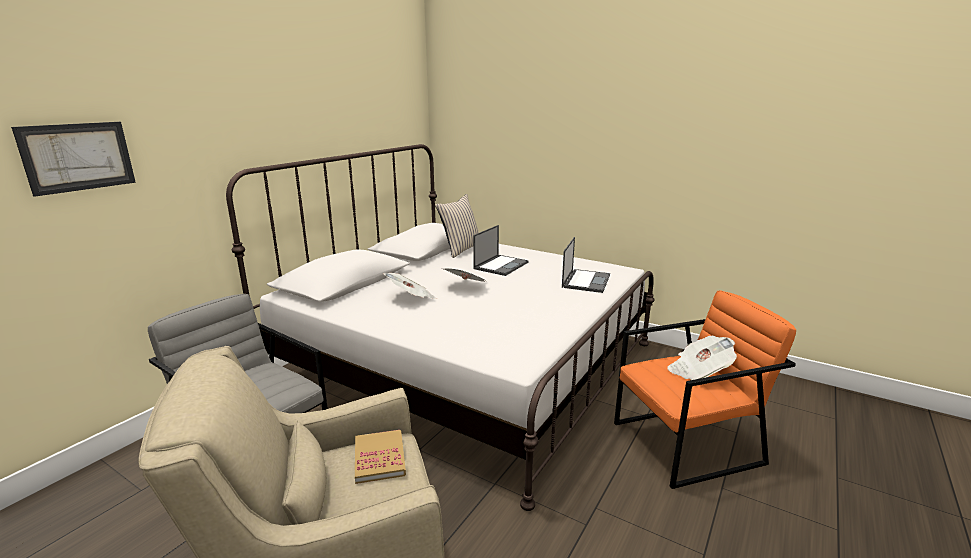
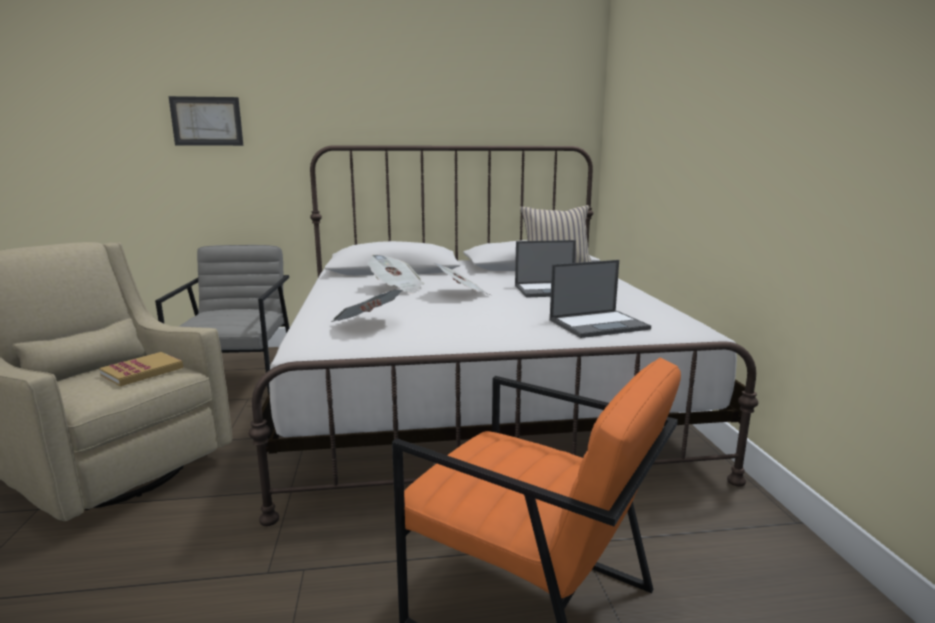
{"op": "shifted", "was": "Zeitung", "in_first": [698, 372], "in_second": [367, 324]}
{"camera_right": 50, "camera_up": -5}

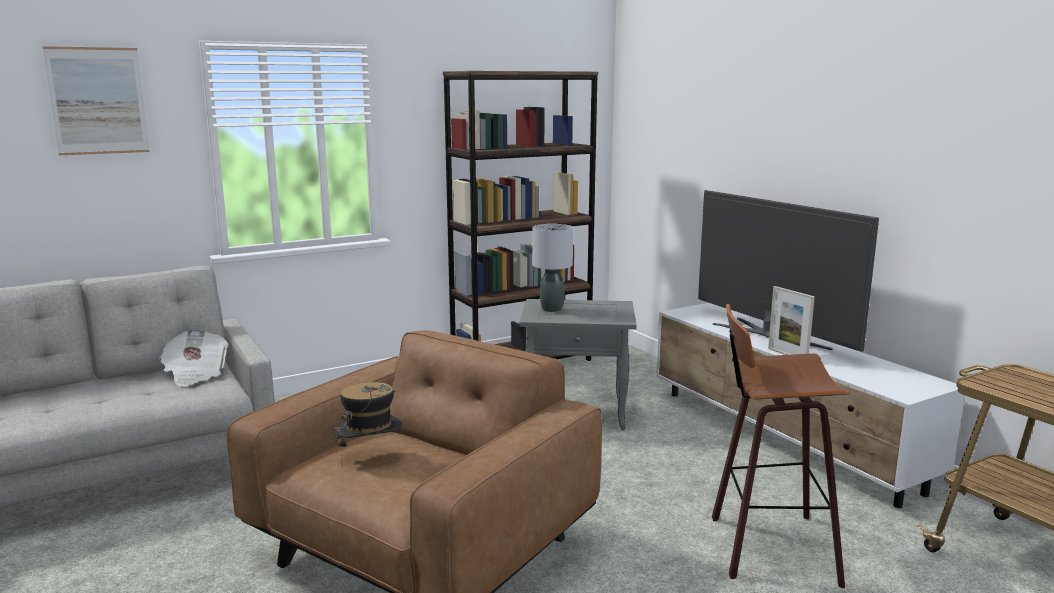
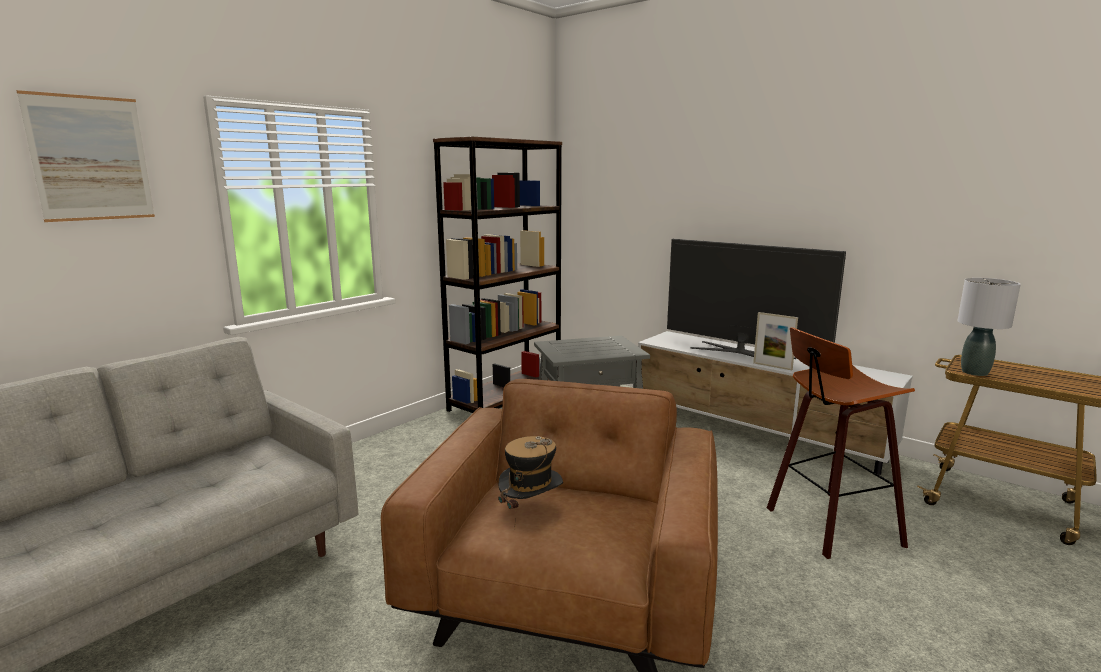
{"op": "gone", "was": "Zeitung", "in_first": [195, 374]}
{"op": "shifted", "was": "Tischlampe/grau", "in_first": [552, 309], "in_second": [975, 372]}
{"camera_right": -20, "camera_up": 0}

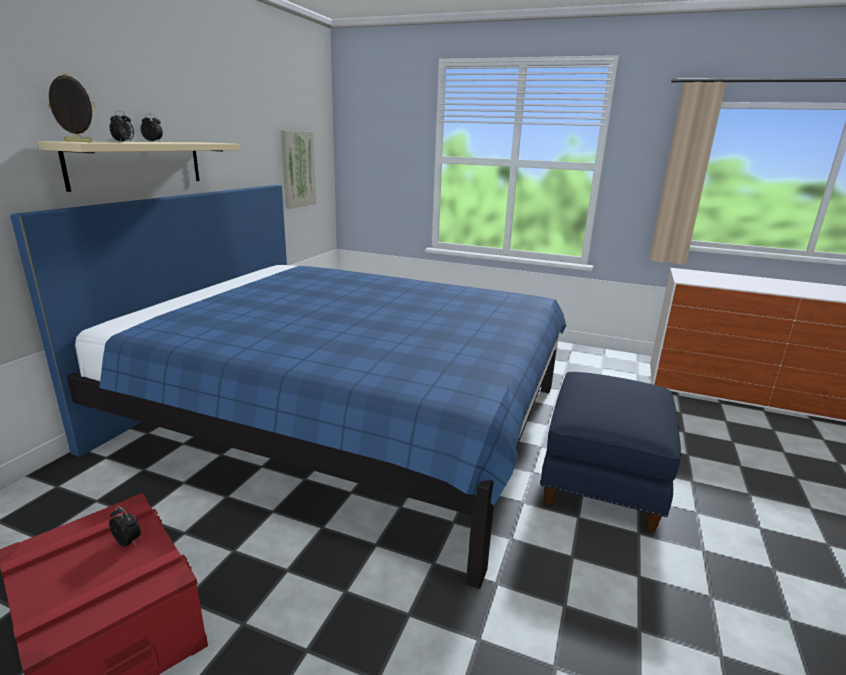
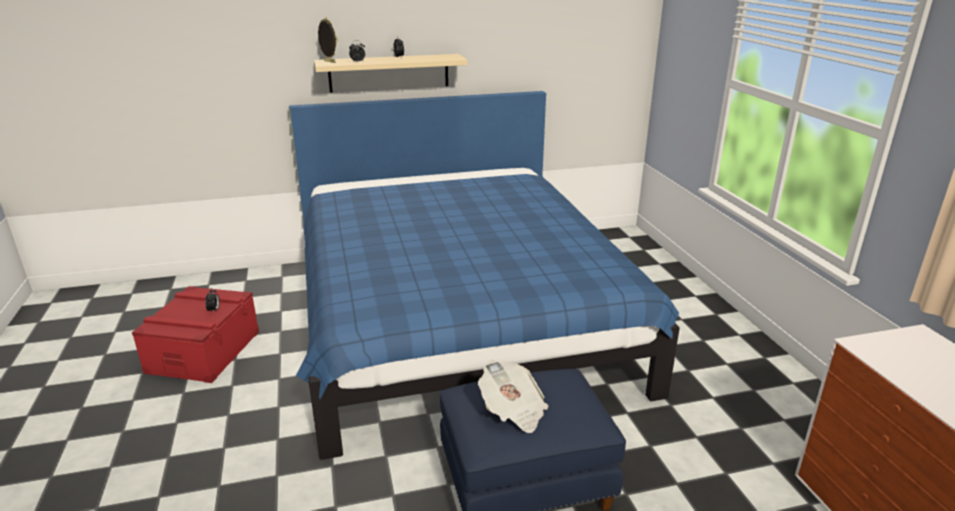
{"op": "gone", "was": "Bild", "in_first": [297, 169]}
{"op": "new", "now": "Zeitung", "in_second": [513, 411]}
{"camera_right": 55, "camera_up": 5}

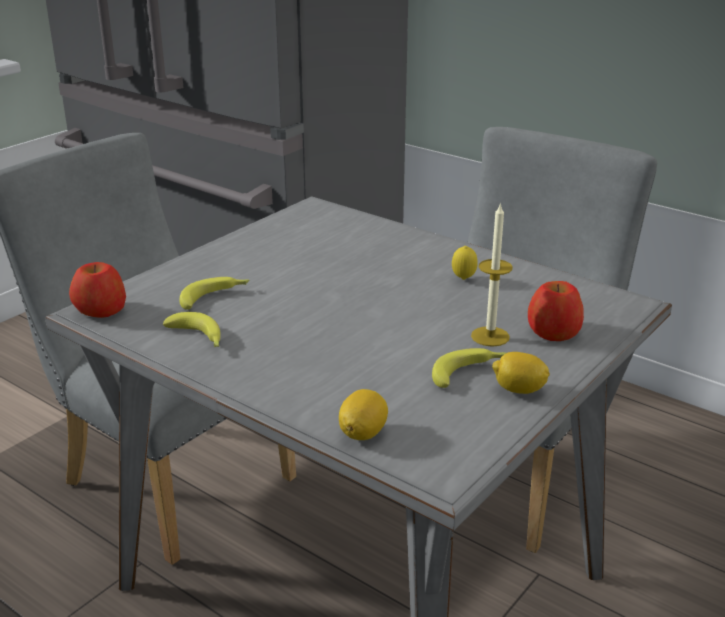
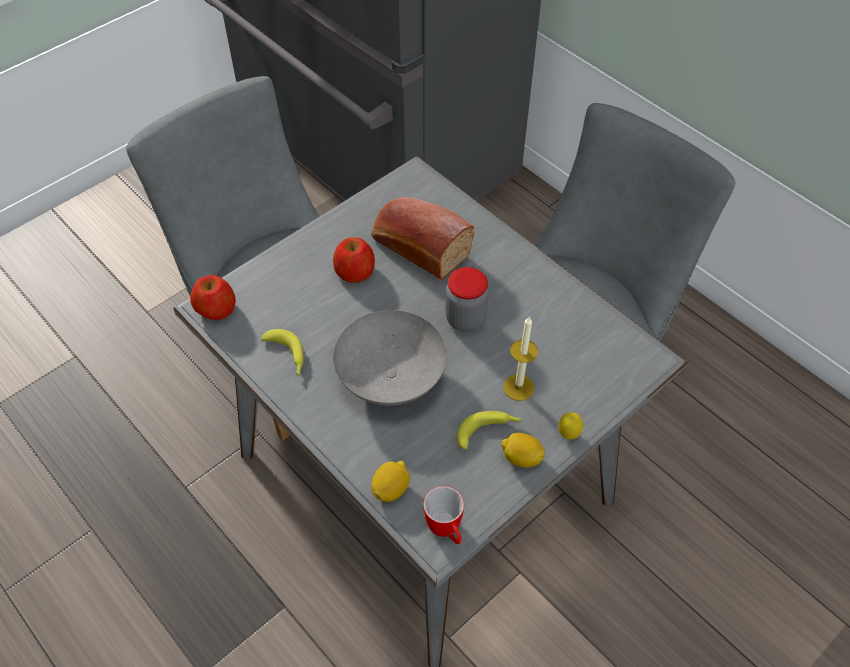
{"op": "gone", "was": "Banane", "in_first": [215, 297]}
{"op": "new", "now": "Schüssel/grau", "in_second": [389, 379]}
{"op": "new", "now": "Brot", "in_second": [418, 246]}
{"op": "new", "now": "Henkelbecher", "in_second": [446, 532]}
{"op": "new", "now": "Vorratsglas", "in_second": [465, 319]}
{"op": "shifted", "was": "Zitrone", "in_first": [463, 279], "in_second": [568, 435]}
{"op": "shifted", "was": "Apfel", "in_first": [554, 331], "in_second": [355, 271]}
{"camera_right": 10, "camera_up": 25}

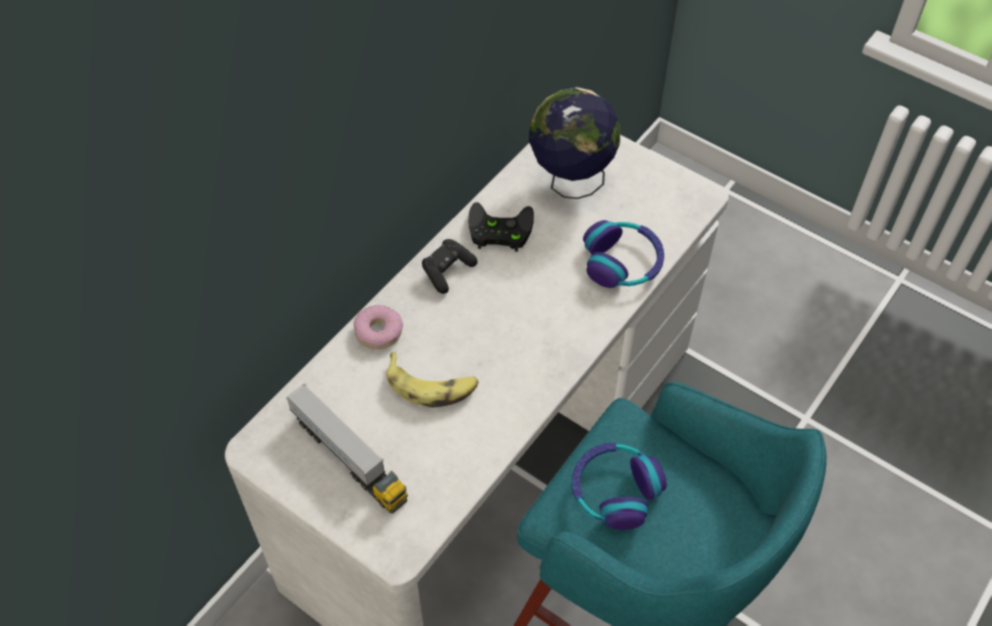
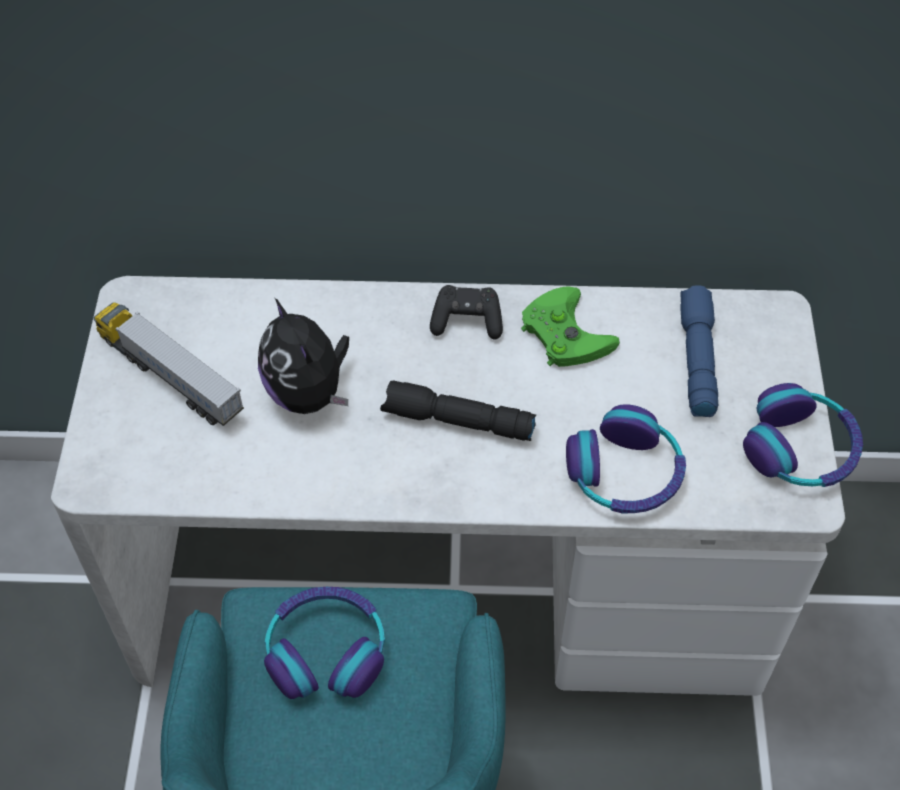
{"op": "gone", "was": "Donut", "in_first": [379, 331]}
{"op": "new", "now": "Taschenlampe/schwarz", "in_second": [456, 422]}
{"op": "new", "now": "Kopfhörer", "in_second": [800, 449]}
{"op": "swapped", "was": "Banane", "now": "Plüschtier", "in_first": [432, 385], "in_second": [309, 393]}
{"op": "swapped", "was": "Globus", "now": "Taschenlampe/blau", "in_first": [570, 182], "in_second": [695, 358]}
{"op": "repainted", "was": "Gamepad/schwarz", "now": "Gamepad/grün", "in_first": [497, 231], "in_second": [562, 332]}
{"op": "rotated", "was": "Spielzeuglaster", "in_first": [349, 458], "in_second": [170, 377], "clockwise": 120}
{"camera_right": 55, "camera_up": 0}

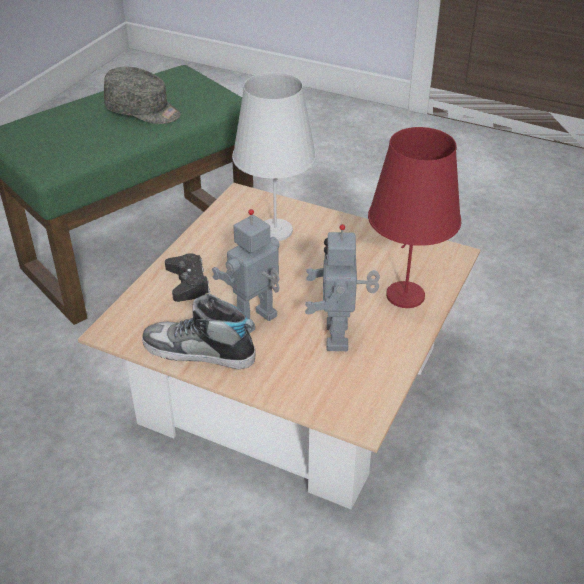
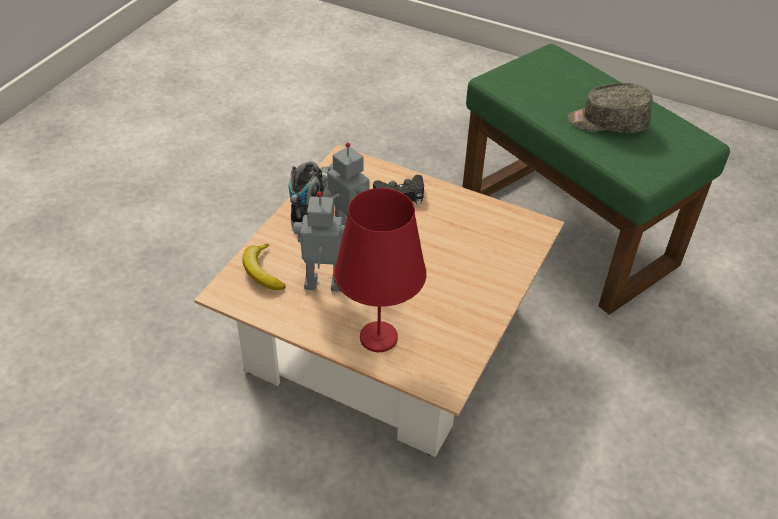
{"op": "gone", "was": "Tischlampe/weiß", "in_first": [275, 230]}
{"op": "new", "now": "Banane", "in_second": [262, 272]}
{"op": "rotated", "was": "Kappe/grau", "in_first": [143, 111], "in_second": [607, 122], "clockwise": 75}
{"camera_right": 90, "camera_up": 5}

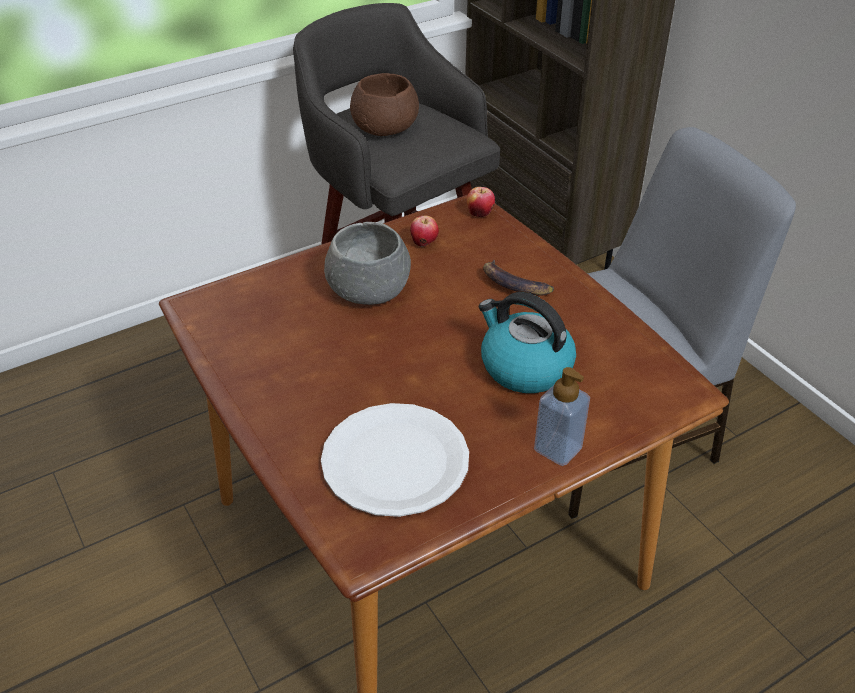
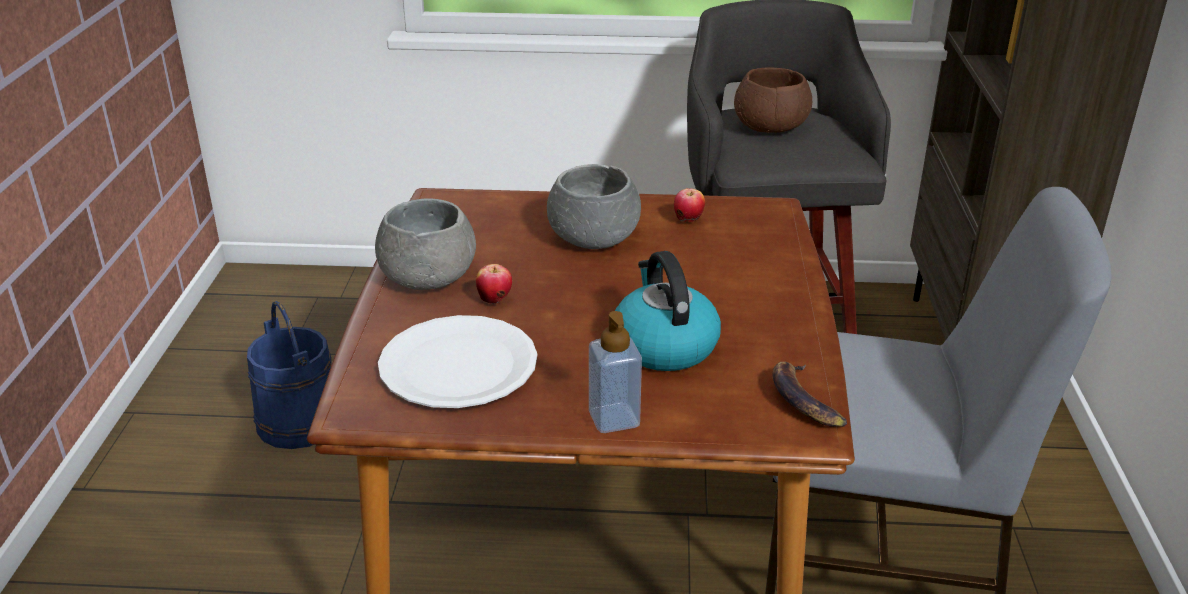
{"op": "new", "now": "Eimer/blau", "in_second": [299, 421]}
{"op": "new", "now": "Schüssel/grau", "in_second": [427, 276]}
{"op": "shifted", "was": "Apfel", "in_first": [480, 214], "in_second": [495, 300]}
{"op": "shifted", "was": "Banane", "in_first": [513, 284], "in_second": [803, 400]}
{"camera_right": 35, "camera_up": -10}

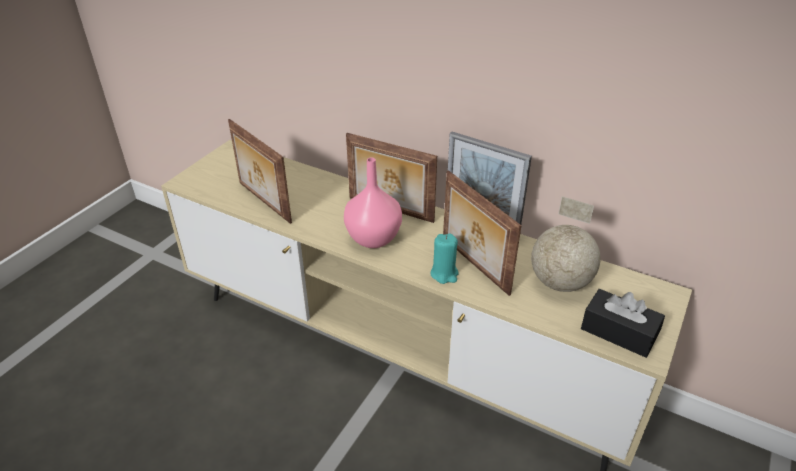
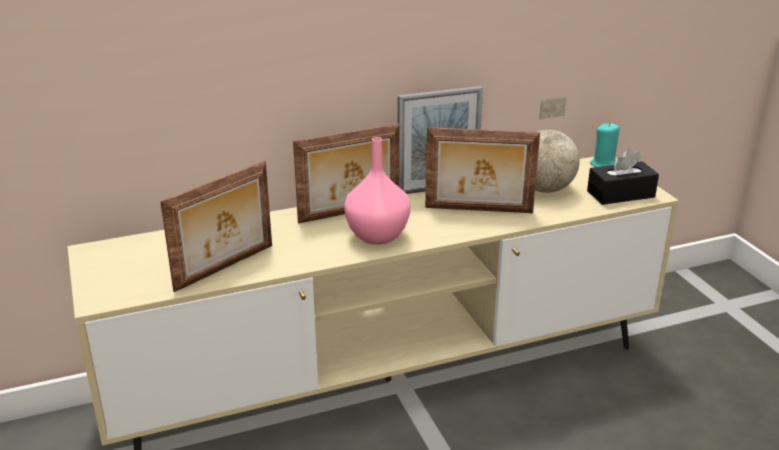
{"op": "shifted", "was": "Kerze/türkis", "in_first": [444, 274], "in_second": [604, 164]}
{"op": "rotated", "was": "Bilderrahmen", "in_first": [263, 202], "in_second": [226, 268], "clockwise": -45}
{"camera_right": -50, "camera_up": -10}

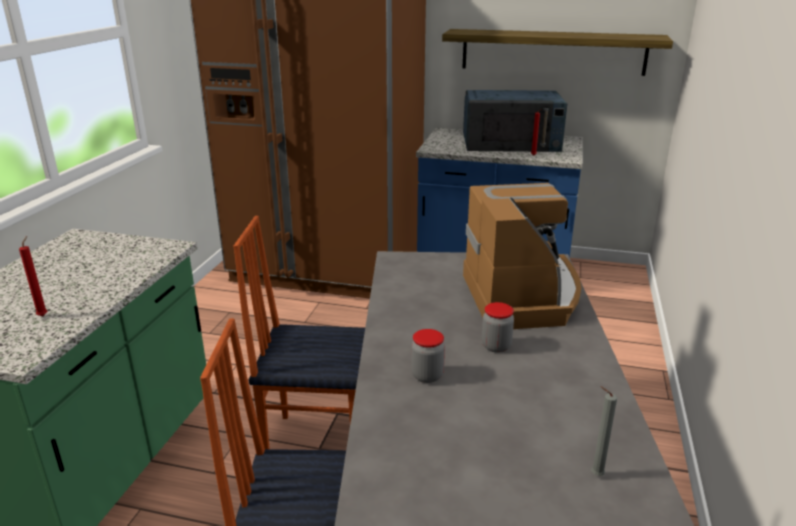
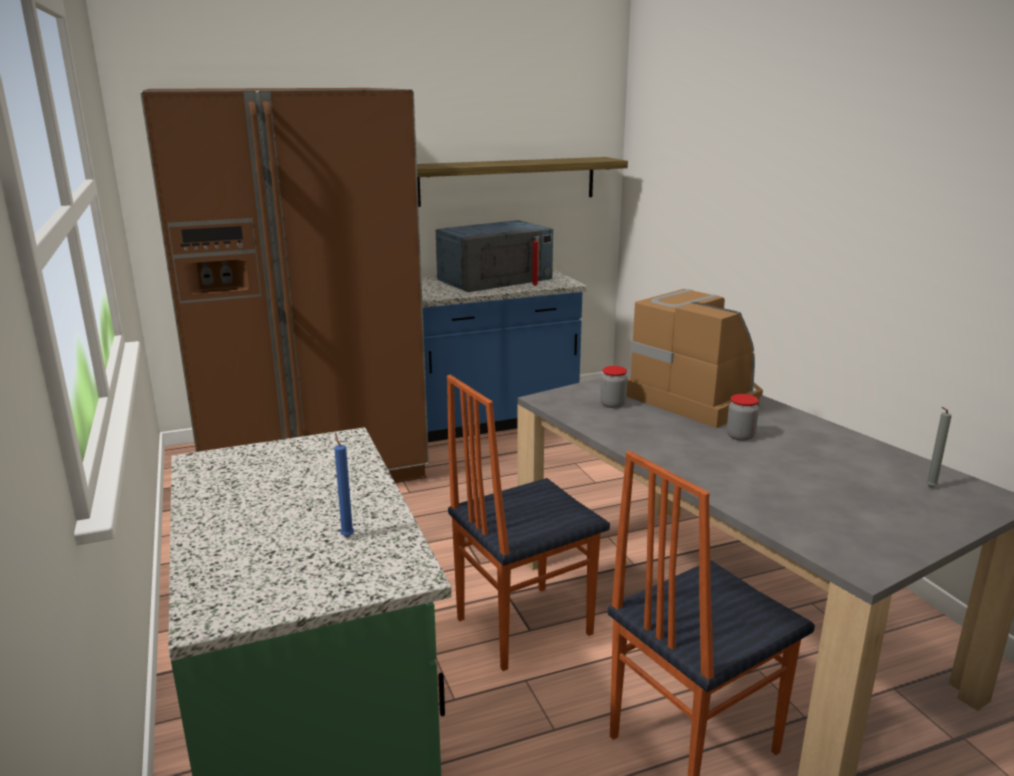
{"op": "shifted", "was": "Vorratsglas", "in_first": [427, 375], "in_second": [613, 404]}
{"op": "repainted", "was": "Kerze/rot", "now": "Kerze/blau", "in_first": [43, 315], "in_second": [347, 536]}
{"camera_right": -35, "camera_up": -5}

